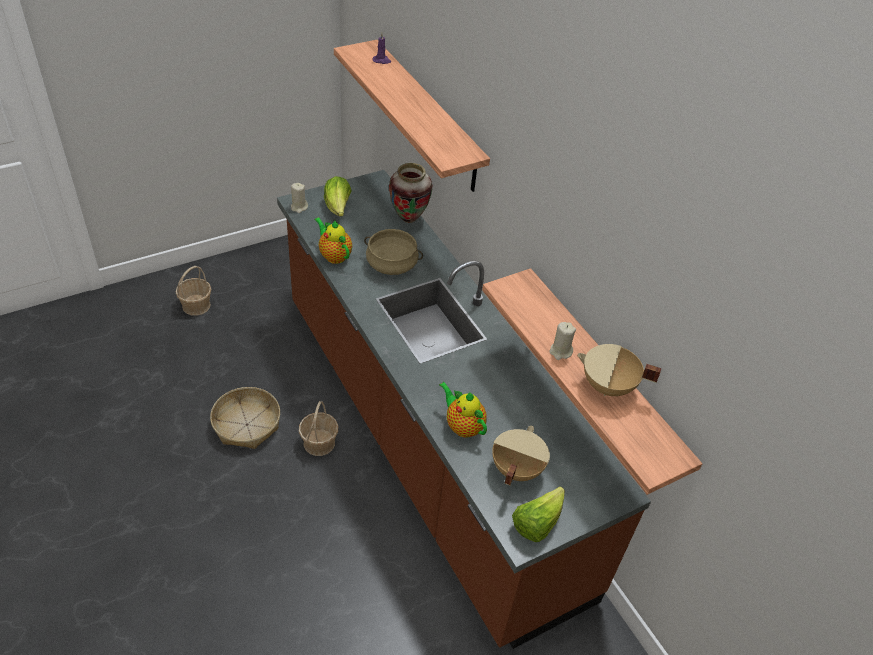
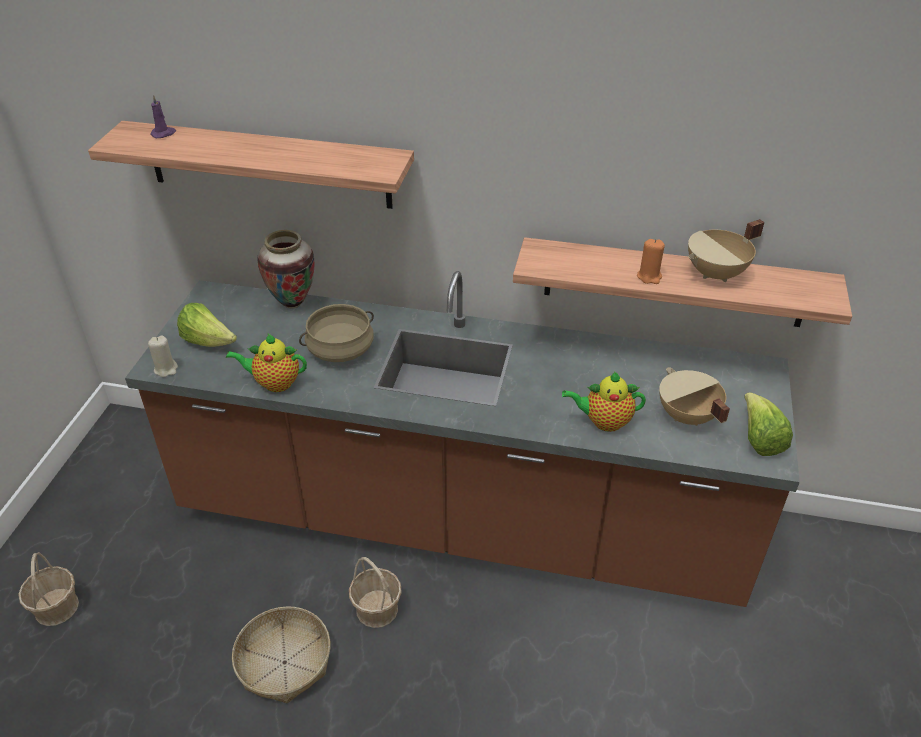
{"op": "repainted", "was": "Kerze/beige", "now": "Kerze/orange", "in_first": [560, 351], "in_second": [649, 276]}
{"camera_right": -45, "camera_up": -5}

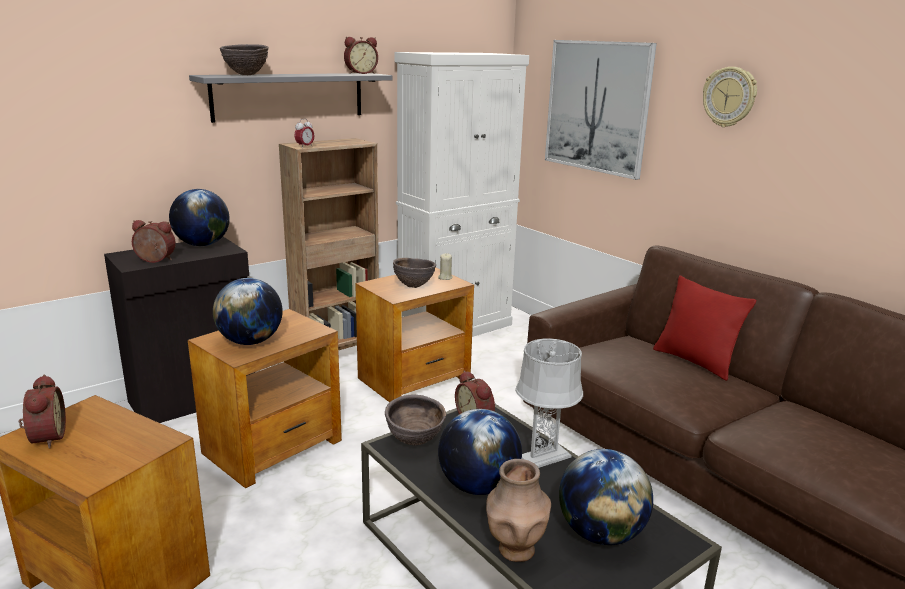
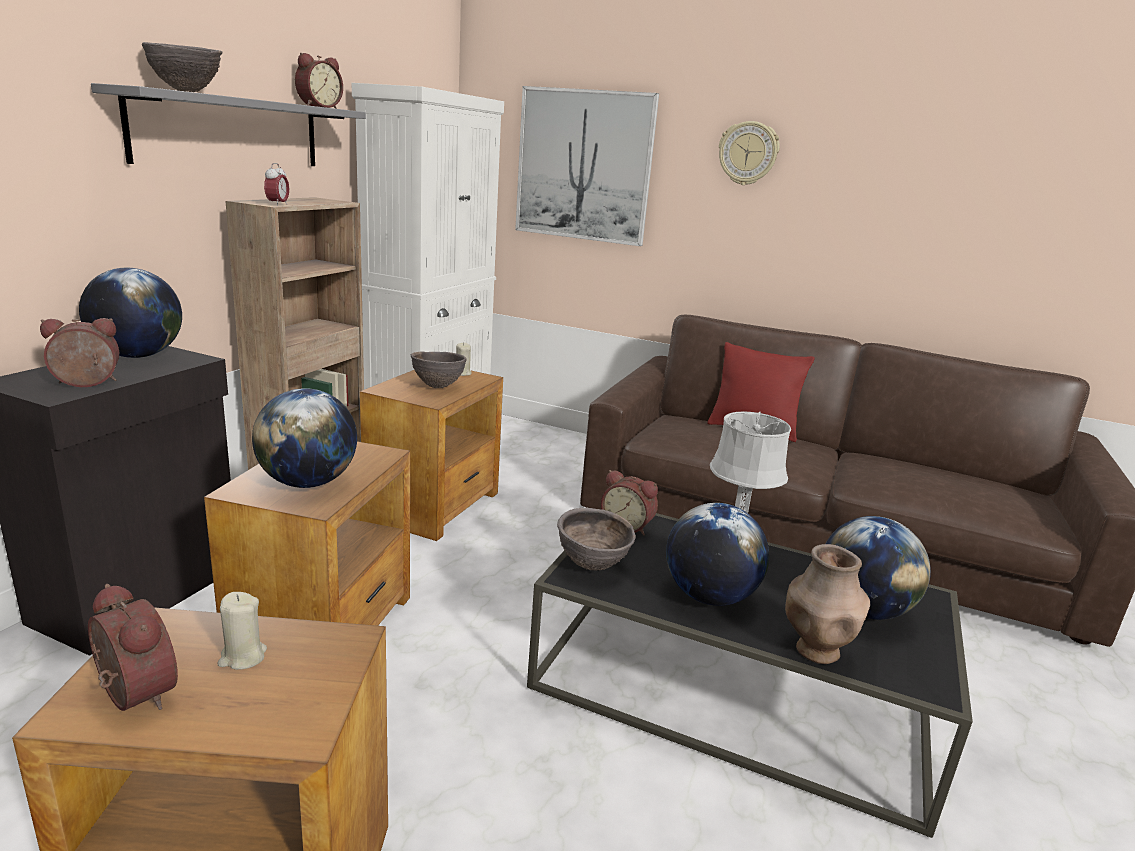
{"op": "new", "now": "Kerze/beige", "in_second": [242, 657]}
{"camera_right": -30, "camera_up": 0}

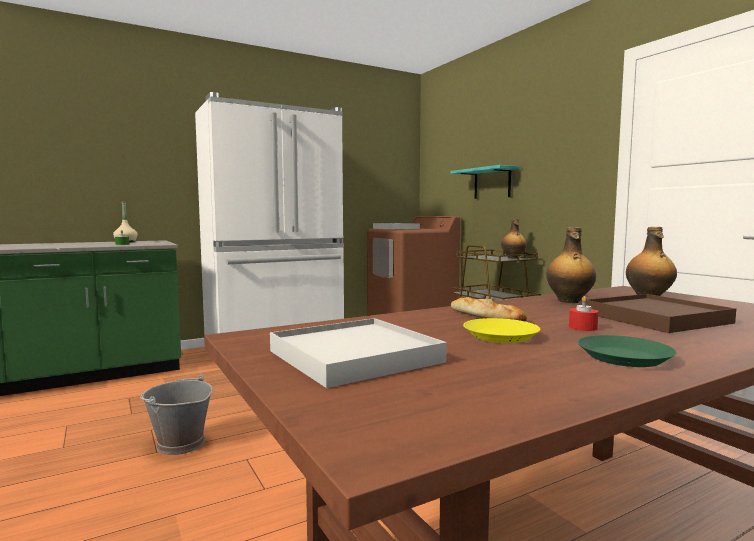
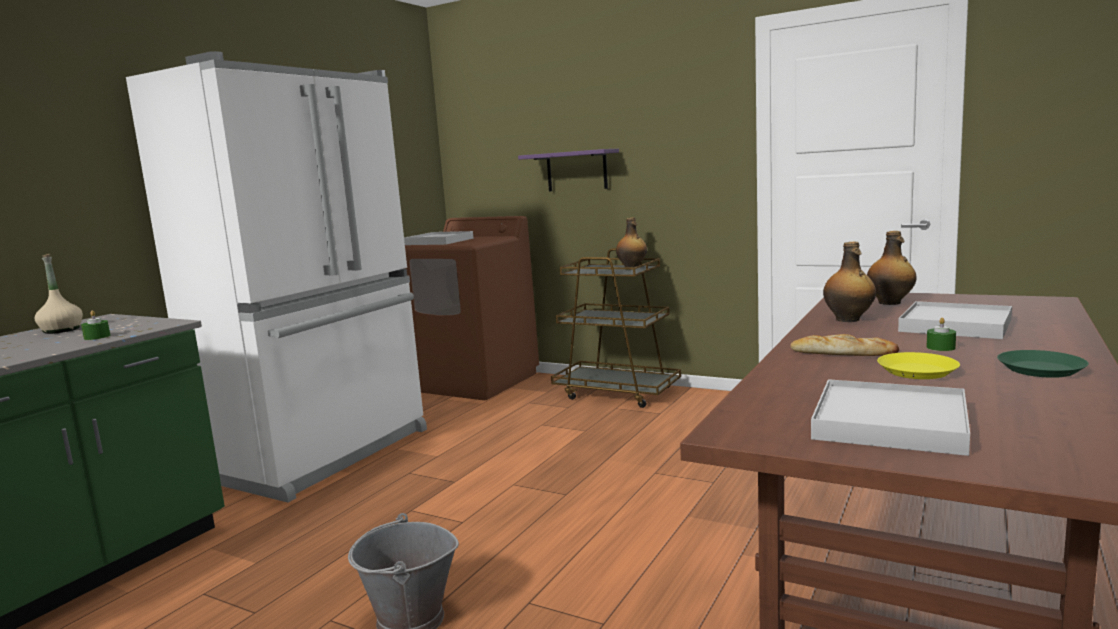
{"op": "repainted", "was": "Wandregal/türkis", "now": "Wandregal/lila", "in_first": [492, 183], "in_second": [576, 171]}
{"op": "repainted", "was": "Kerze/rot", "now": "Kerze/grün", "in_first": [582, 327], "in_second": [940, 347]}
{"op": "repainted", "was": "Tablett/braun", "now": "Tablett/weiß", "in_first": [656, 318], "in_second": [955, 325]}
{"camera_right": -30, "camera_up": 5}

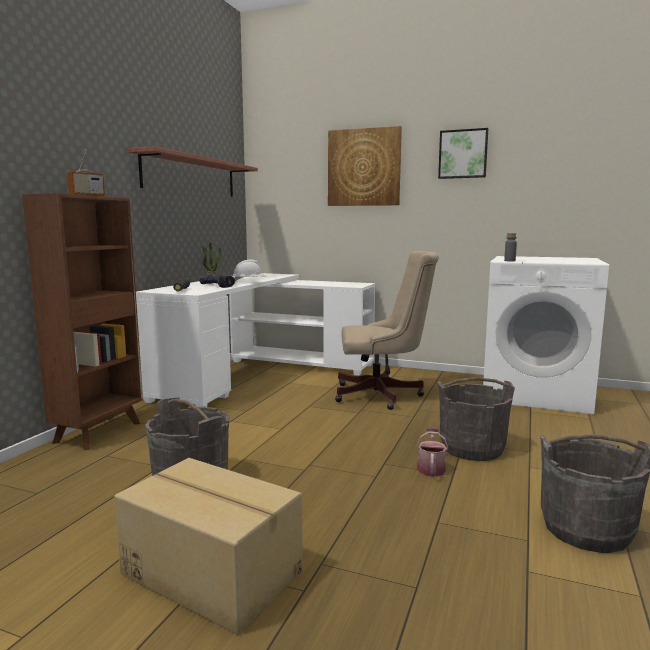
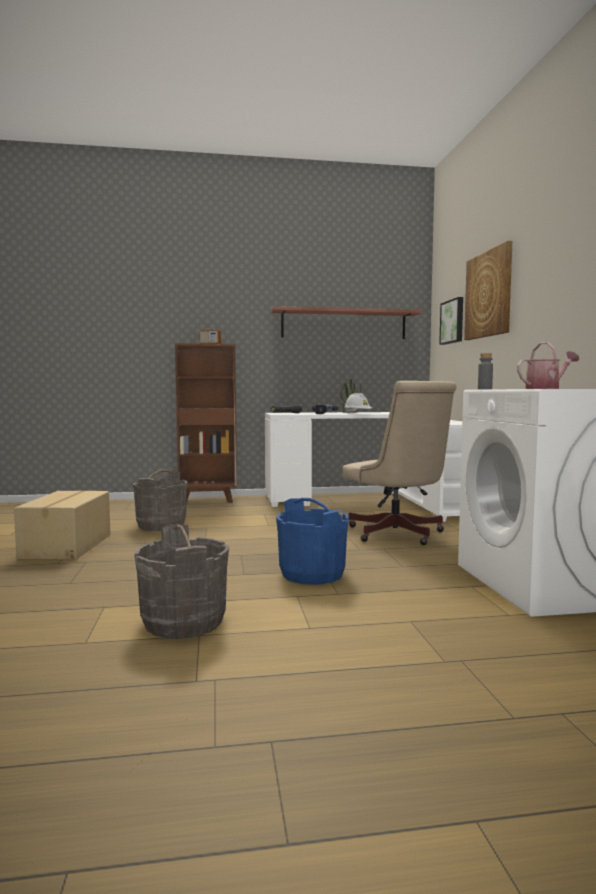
{"op": "shifted", "was": "Gießkanne", "in_first": [431, 468], "in_second": [546, 388]}
{"op": "shifted", "was": "Bild", "in_first": [463, 154], "in_second": [453, 321]}
{"op": "repainted", "was": "Eimer/grau", "now": "Eimer/blau", "in_first": [472, 448], "in_second": [312, 574]}
{"camera_right": 60, "camera_up": -5}

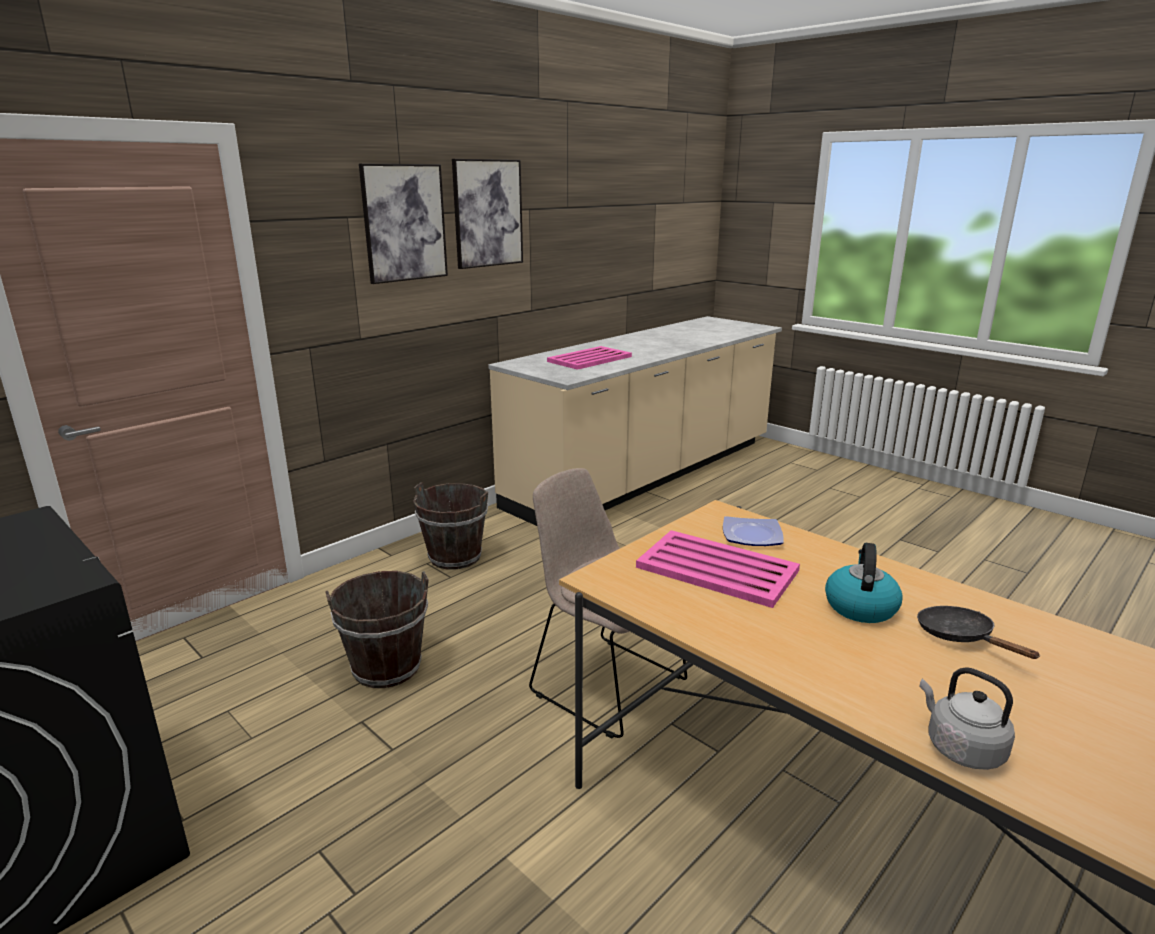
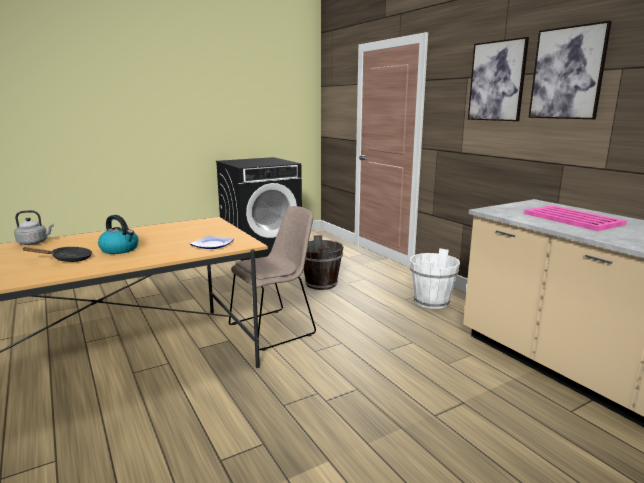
{"op": "gone", "was": "Tablett/rosa", "in_first": [715, 568]}
{"op": "repainted", "was": "Eimer/braun", "now": "Eimer/weiß", "in_first": [454, 557], "in_second": [431, 301]}
{"camera_right": 105, "camera_up": -5}

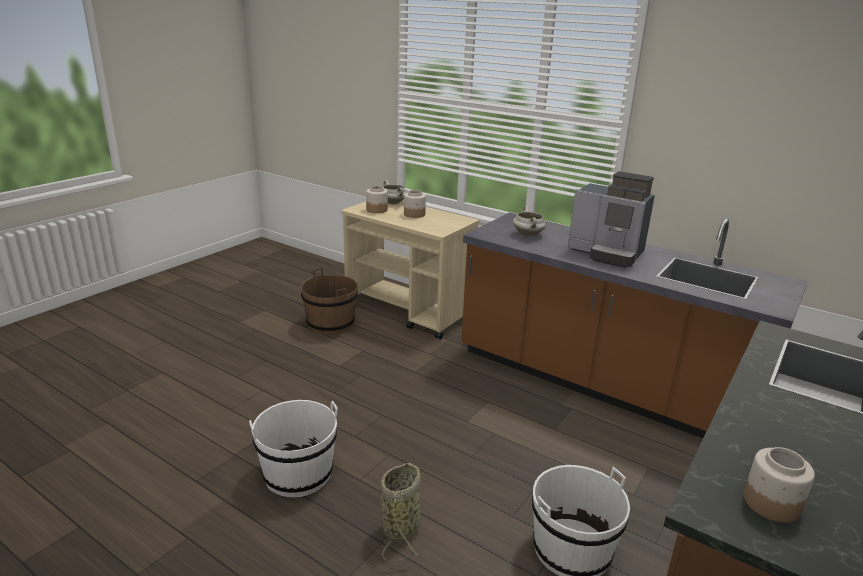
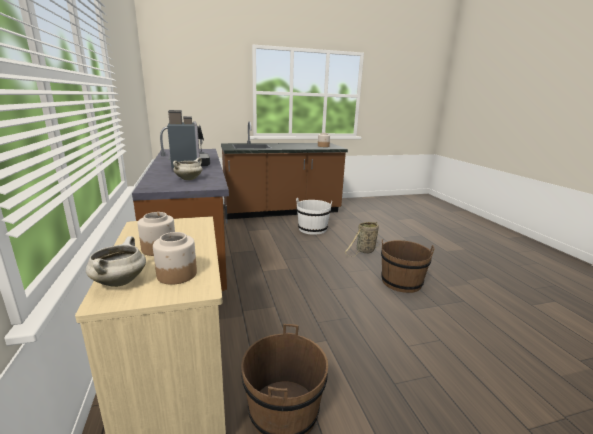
{"op": "repainted", "was": "Eimer/weiß", "now": "Eimer/braun", "in_first": [298, 473], "in_second": [401, 282]}
{"camera_right": -140, "camera_up": -5}

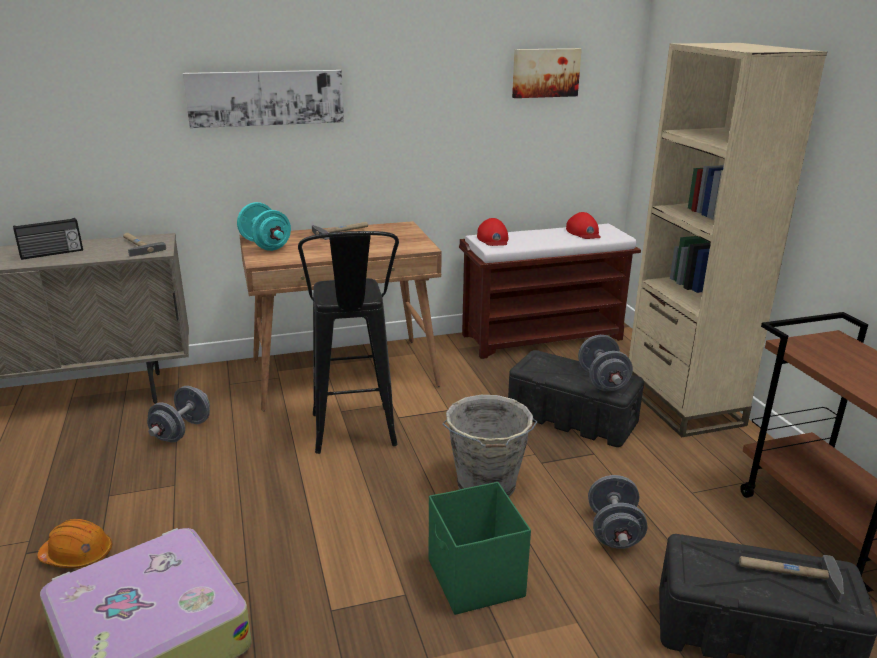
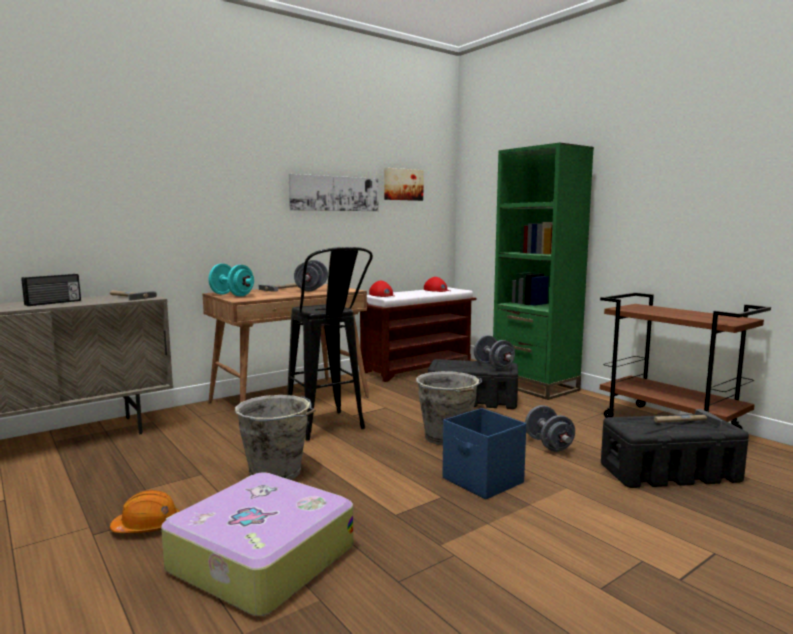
{"op": "new", "now": "Eimer/grau", "in_second": [277, 473]}
{"op": "shifted", "was": "Hantel/grau", "in_first": [182, 431], "in_second": [311, 289]}
{"op": "shifted", "was": "Bild", "in_first": [266, 98], "in_second": [334, 193]}
{"op": "repainted", "was": "Aufbewahrungsbox/grün", "now": "Aufbewahrungsbox/blau", "in_first": [475, 580], "in_second": [483, 481]}
{"op": "repainted", "was": "Bücherregal/beige", "now": "Bücherregal/grün", "in_first": [682, 404], "in_second": [534, 386]}
{"camera_right": -20, "camera_up": -15}

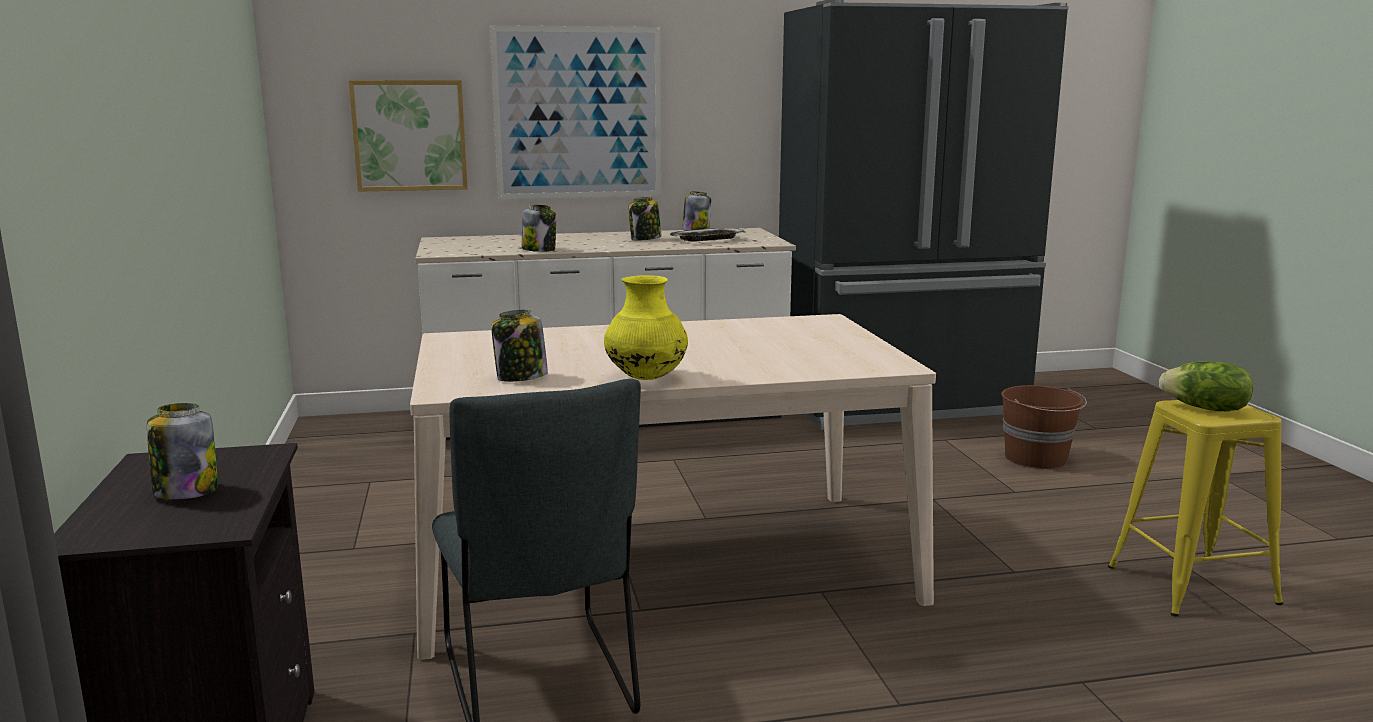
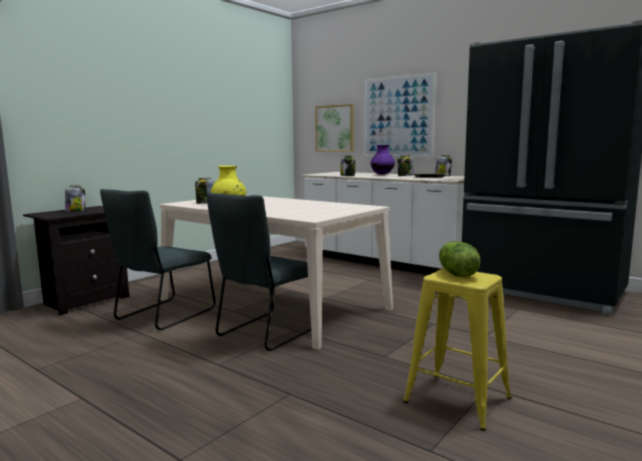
{"op": "gone", "was": "Eimer/braun", "in_first": [1037, 458]}
{"op": "new", "now": "Stuhl/grau", "in_second": [266, 332]}
{"op": "new", "now": "Vase/lila", "in_second": [382, 174]}
{"camera_right": 50, "camera_up": -5}

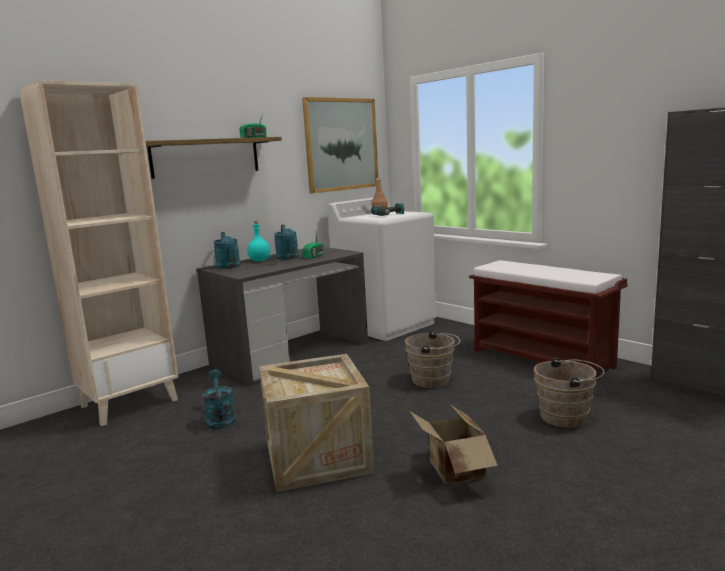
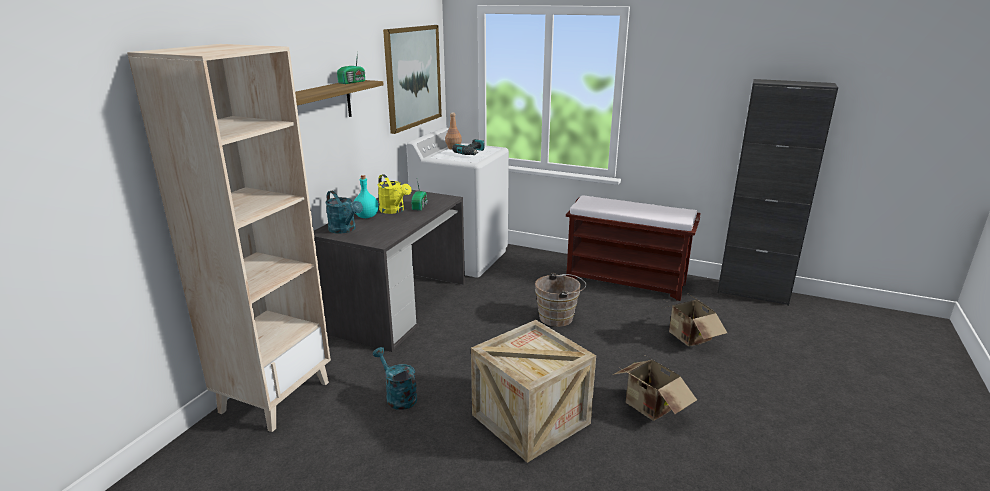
{"op": "swapped", "was": "Eimer/braun", "now": "Karton", "in_first": [567, 417], "in_second": [687, 338]}
{"op": "repainted", "was": "Gießkanne/türkis", "now": "Gießkanne/gelb", "in_first": [288, 258], "in_second": [394, 211]}
{"camera_right": -25, "camera_up": 10}

